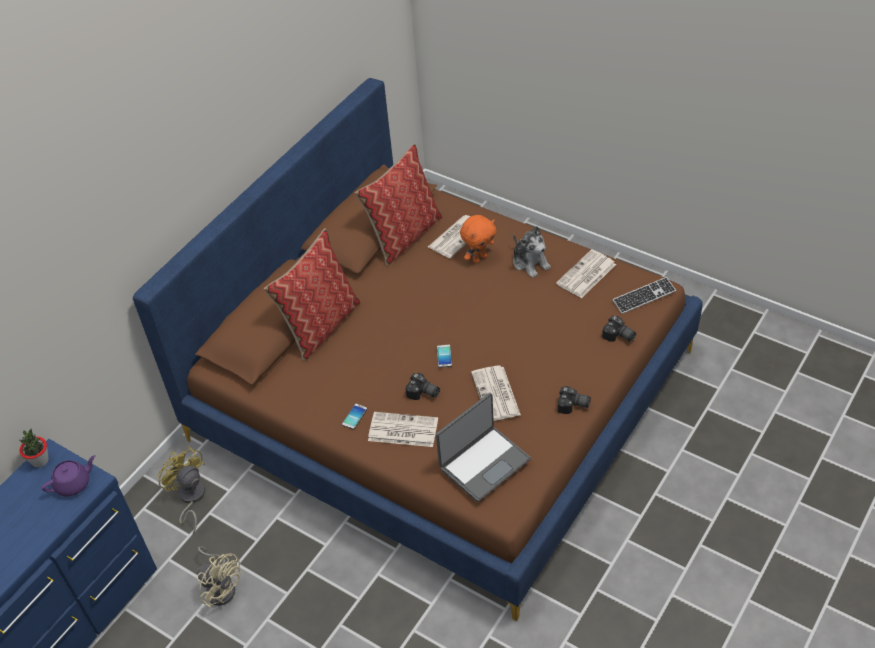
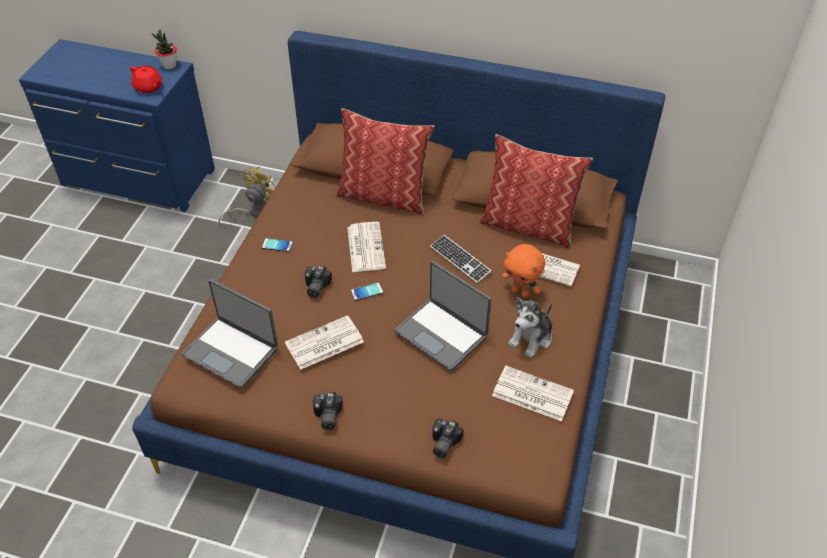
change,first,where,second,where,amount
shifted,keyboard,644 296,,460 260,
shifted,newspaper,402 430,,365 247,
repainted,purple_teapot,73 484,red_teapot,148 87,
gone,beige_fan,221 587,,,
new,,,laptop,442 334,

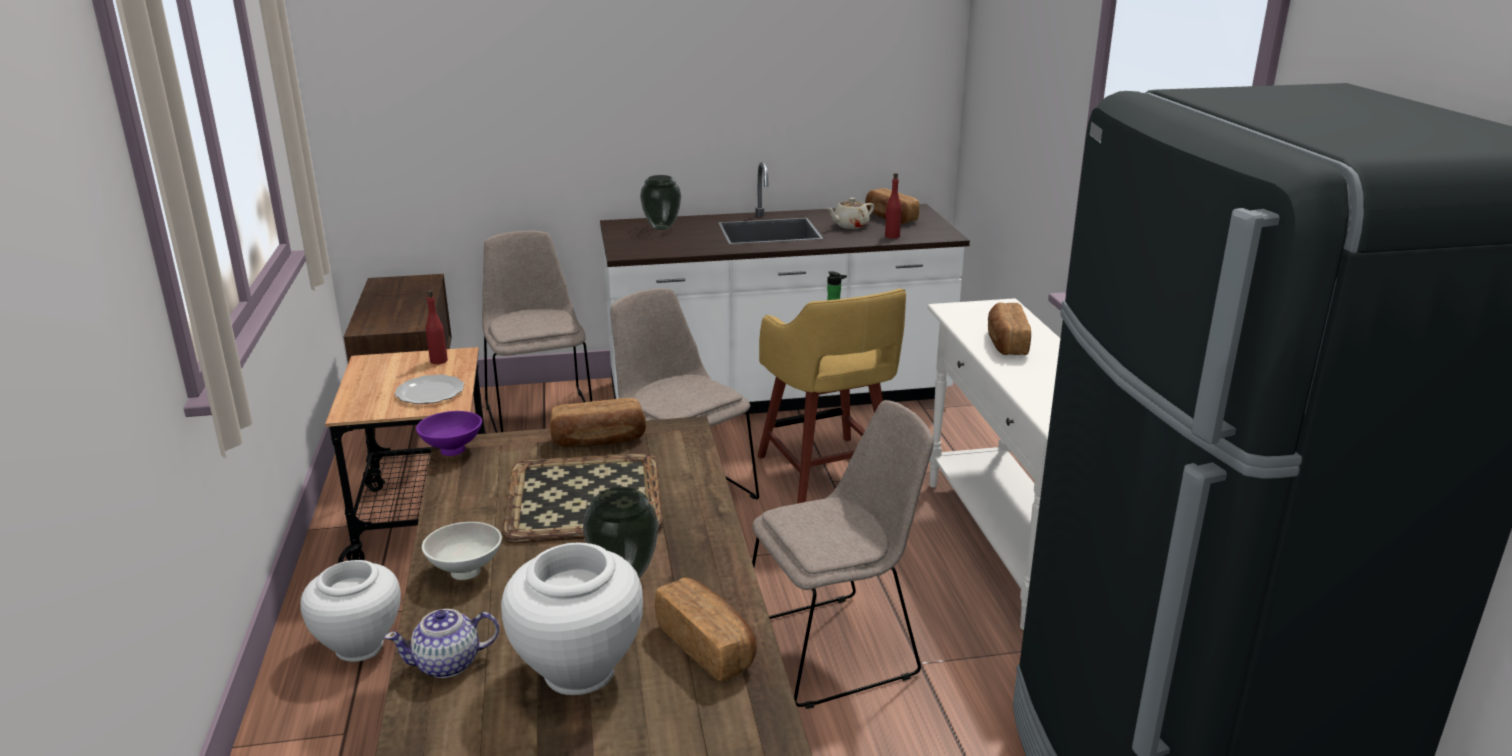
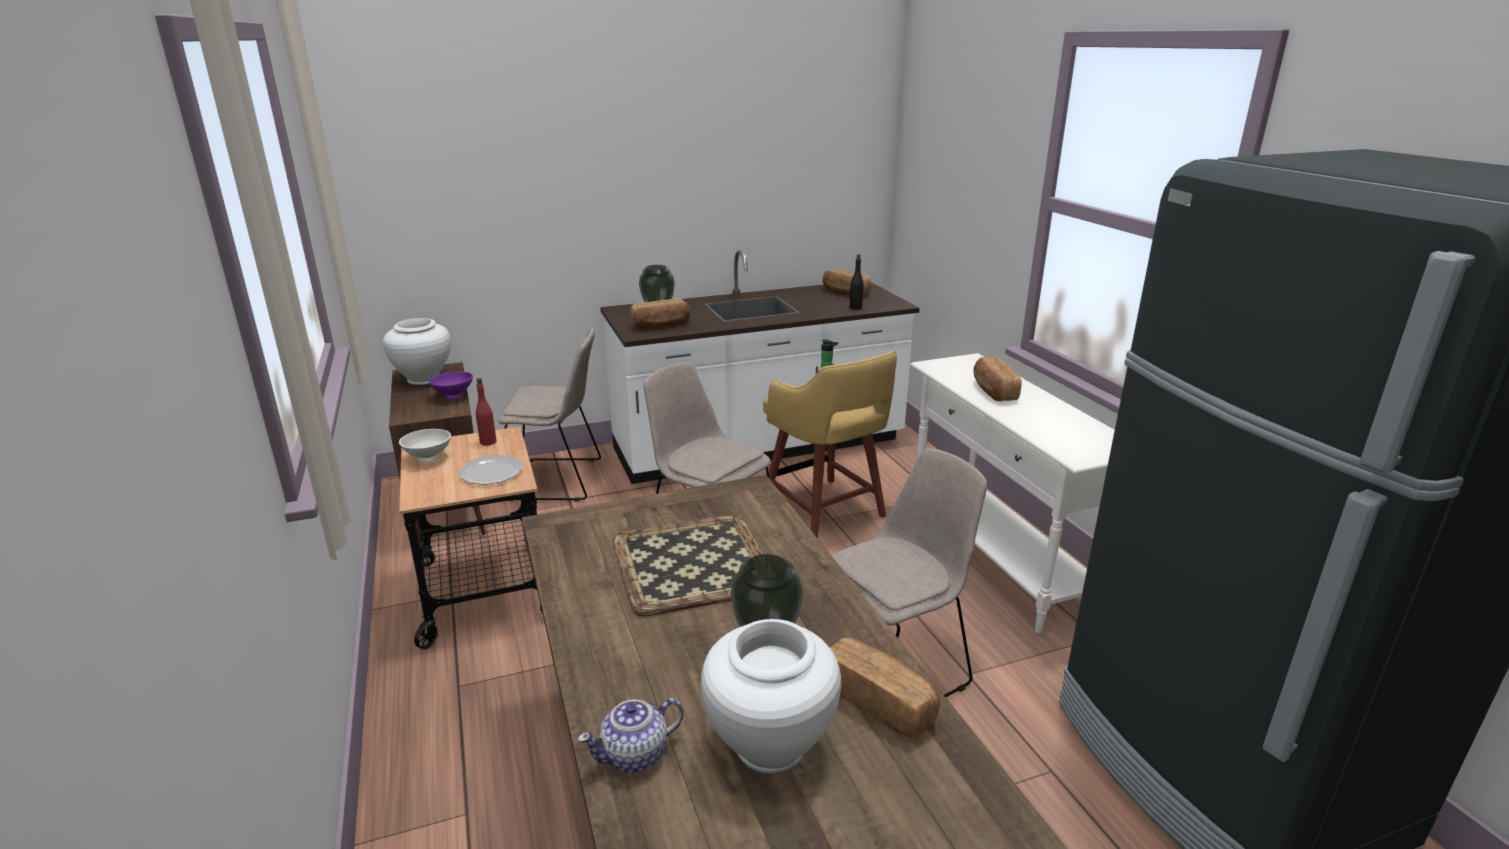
change,first,where,second,where,amount
repainted,red_bottle,892 236,black_bottle,855 307,
gone,beige_teapot,850 225,,,
rotated,beige_chair,540 413,,558 480,120 degrees clockwise
shifted,bread,599 440,,661 325,
shifted,purple_bowl,450 450,,452 396,
shifted,white_bowl,464 571,,427 458,
shifted,white_vase,359 646,,423 379,

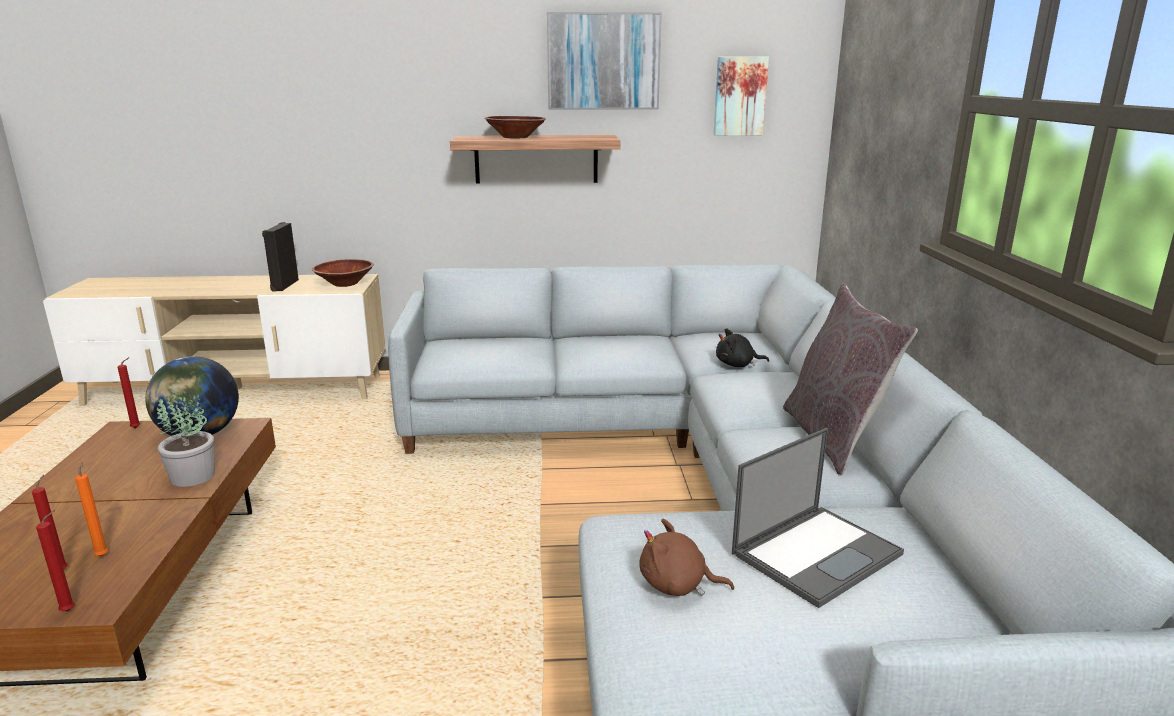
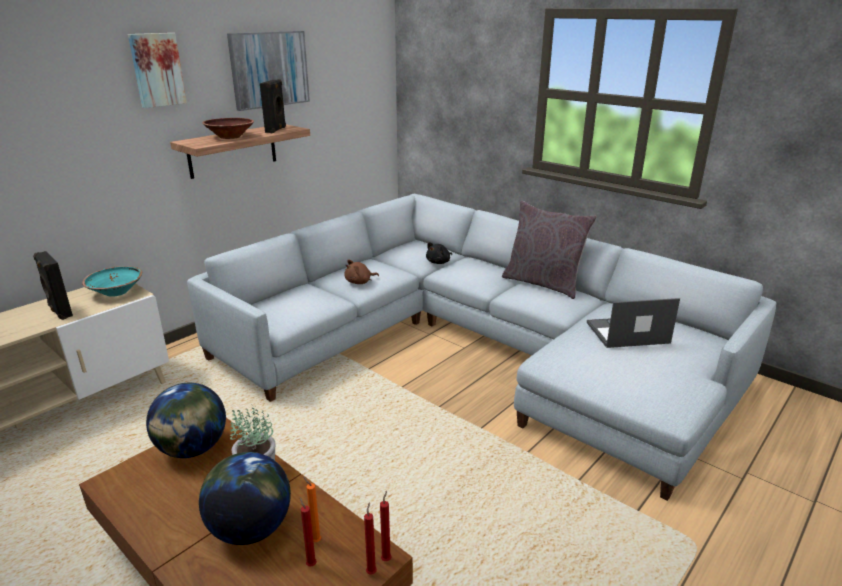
change,first,where,second,where,amount
shifted,picture,739 96,,157 70,
repainted,brown_bowl,345 284,turquoise_bowl,117 292,
shifted,red_candle,137 428,,387 558,
rotated,laptop,817 553,,626 333,105 degrees counterclockwise
shifted,brown_plush_toy,677 585,,360 282,
new,,,black_speaker,276 130,
new,,,globe,250 528,

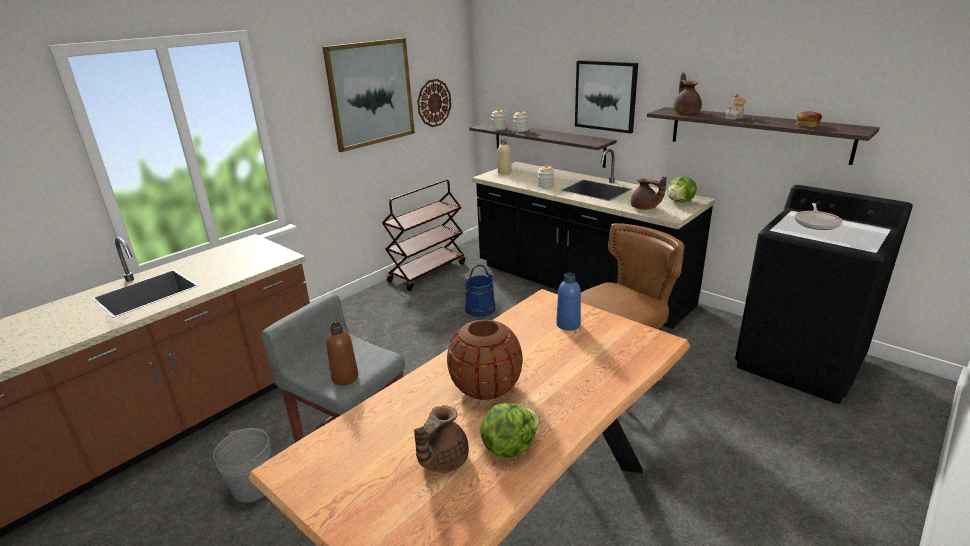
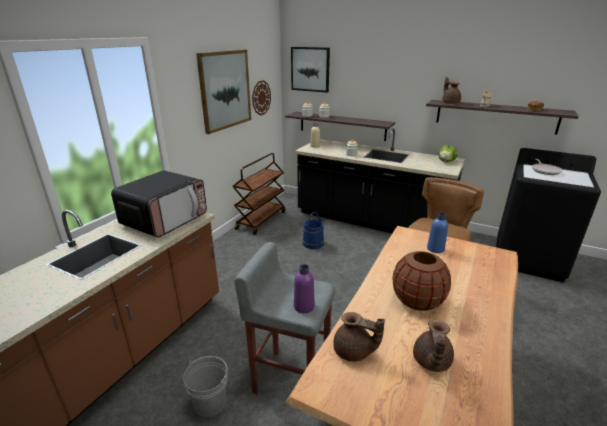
change,first,where,second,where,amount
shifted,picture,606 96,,310 69,
shifted,brown_teapot,645 208,,354 352,
repainted,brown_bottle,345 377,purple_bottle,304 306,
gone,lettuce,509 446,,,
new,,,microwave,165 220,

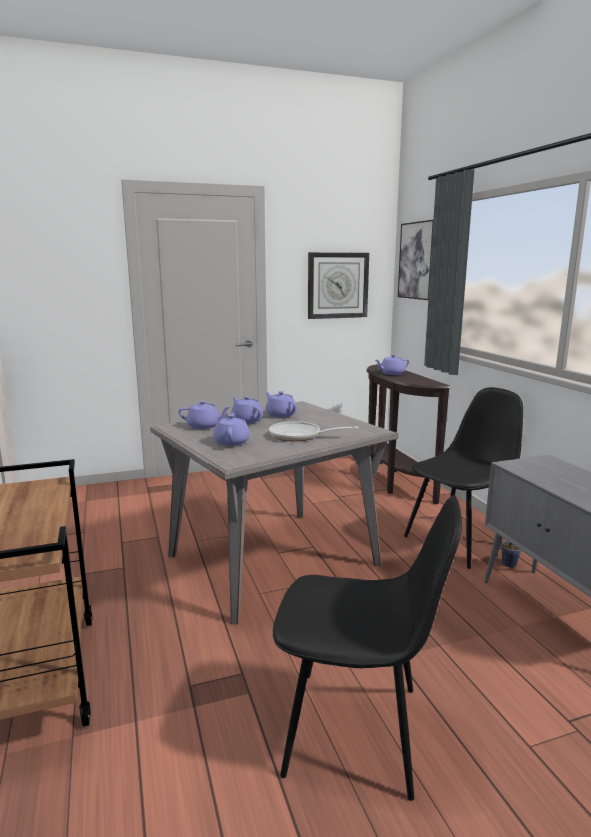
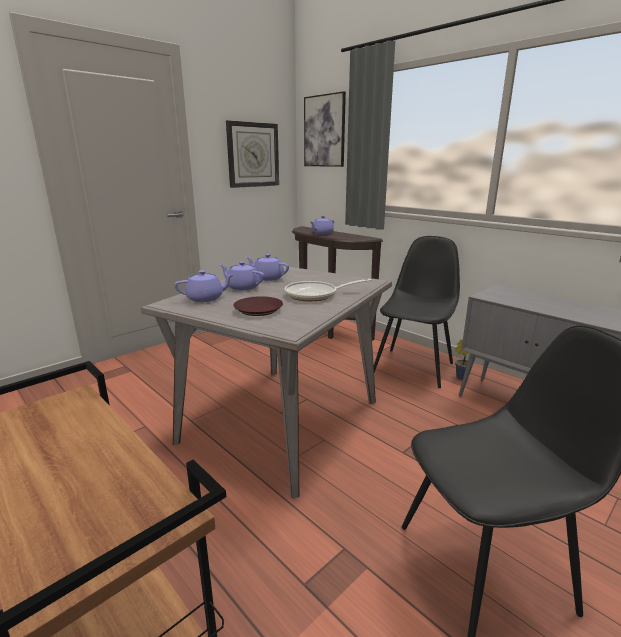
change,first,where,second,where,amount
swapped,purple_teapot,232 442,brown_plate,258 310,

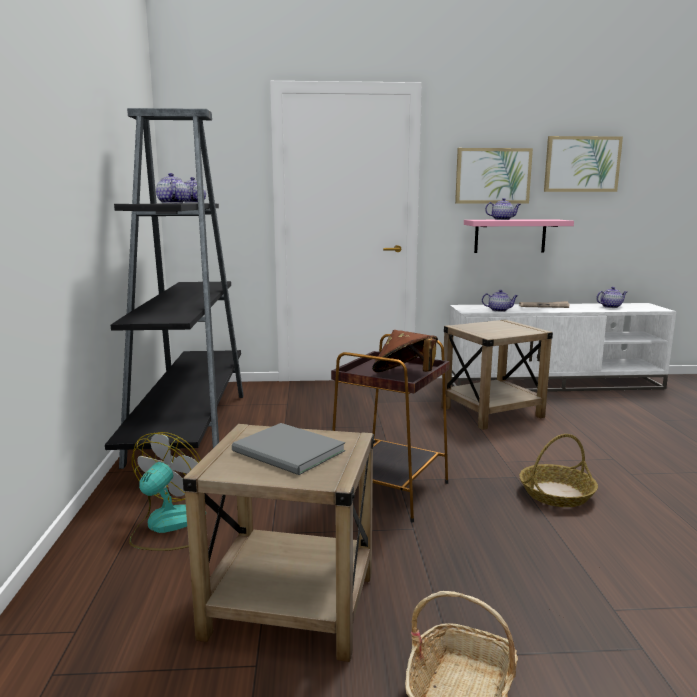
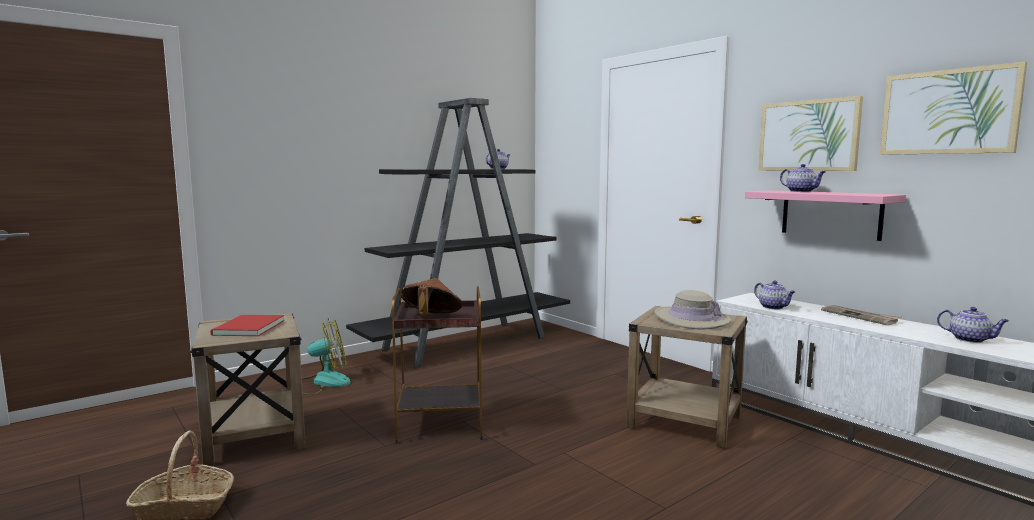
change,first,where,second,where,amount
gone,teapot,172 203,,,
repainted,grey_book,289 453,red_book,246 328,
gone,basket,556 494,,,
new,,,beige_hat,691 319,

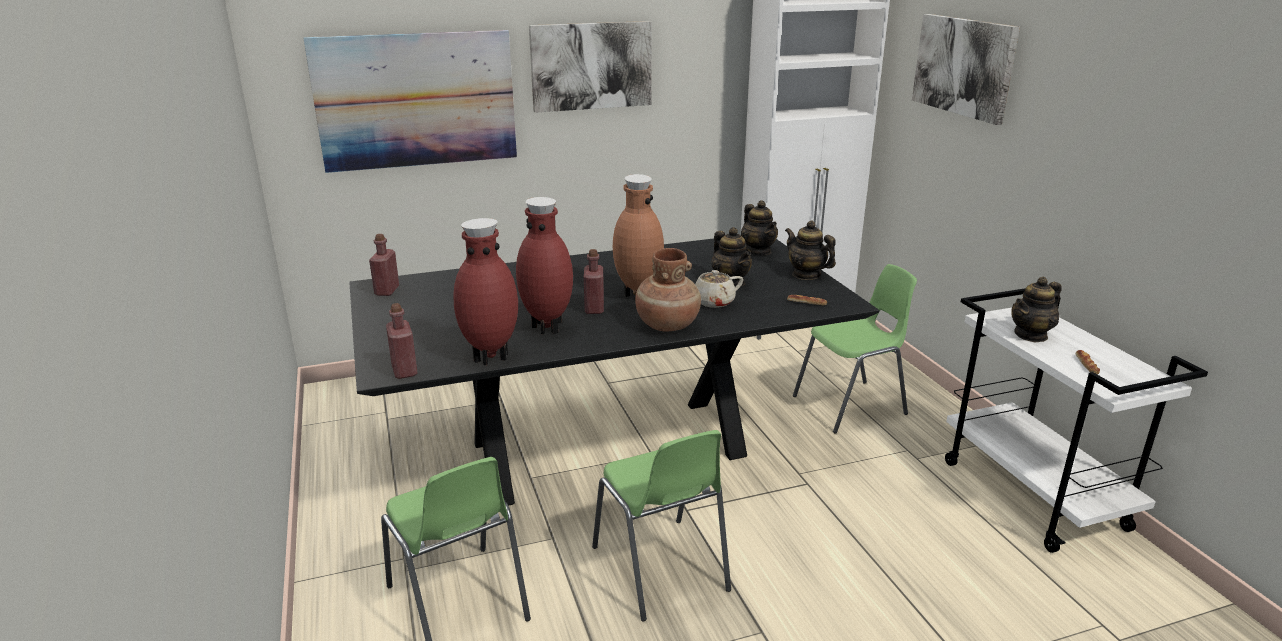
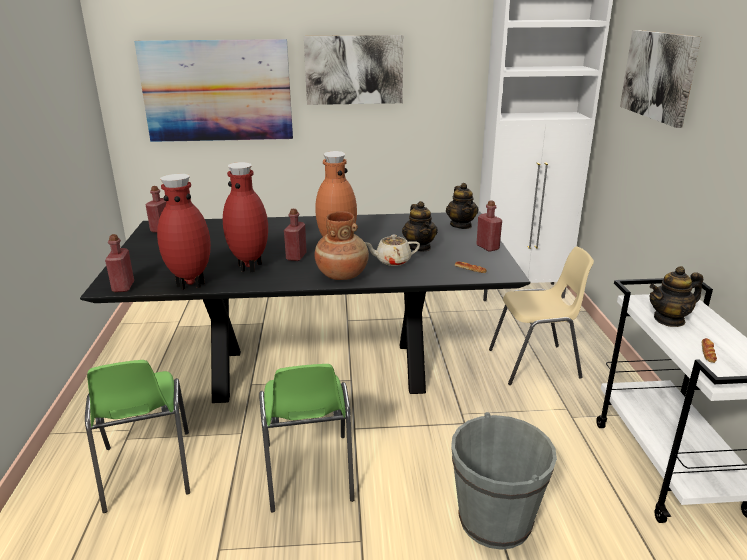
change,first,where,second,where,amount
swapped,teapot,806 275,red_bottle,487 247,
repainted,green_chair,851 406,beige_chair,535 364,
new,,,grey_bucket,495 520,

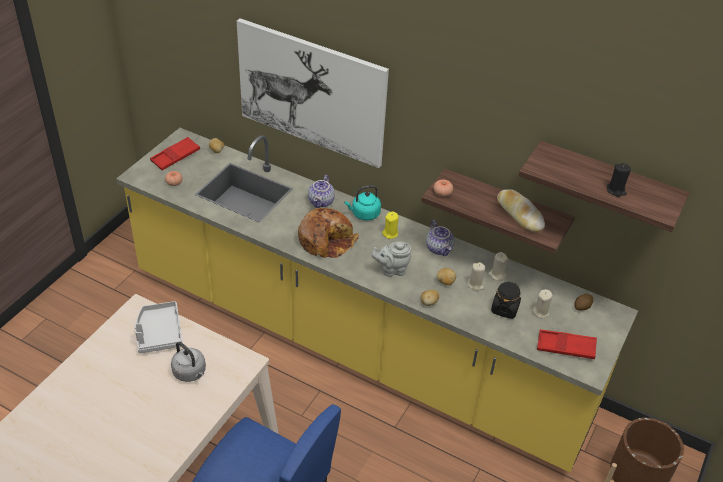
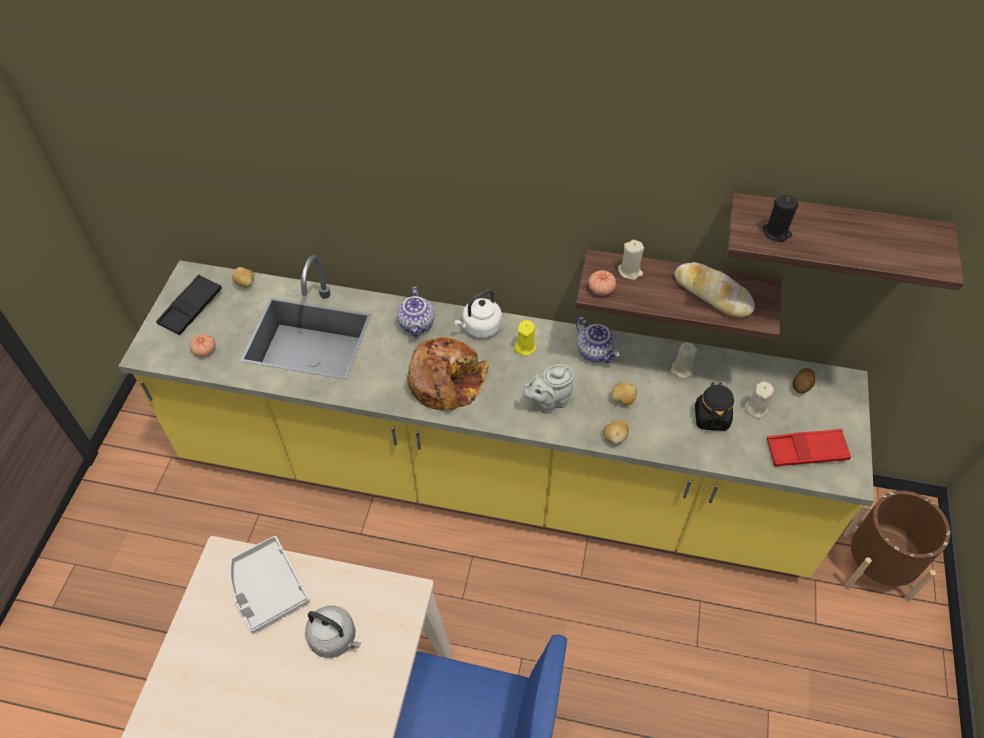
change,first,where,second,where,amount
gone,picture,311 92,,,
repainted,red_tray,175 157,black_tray,191 308,
shifted,black_candle,616 190,,776 232,
repainted,turquoise_kettle,364 214,white_kettle,480 327,
shifted,beige_candle,475 284,,630 271,

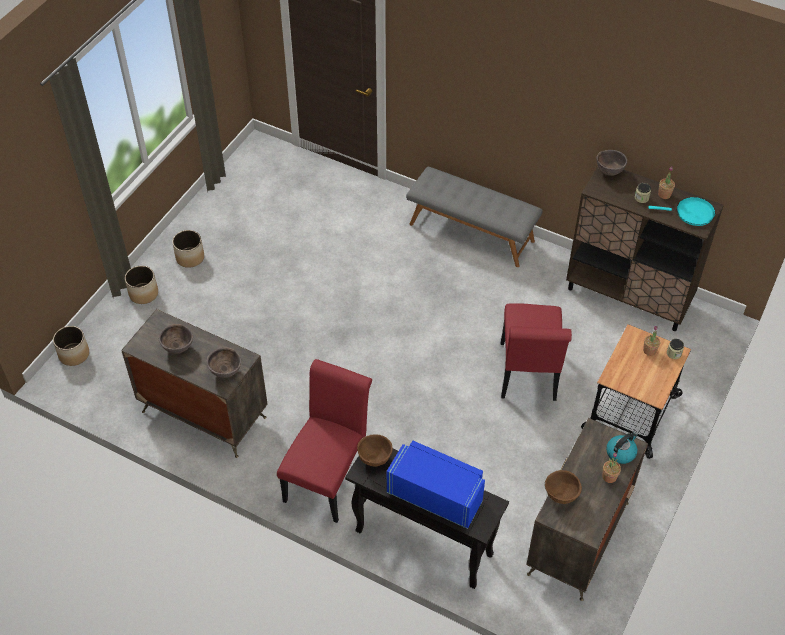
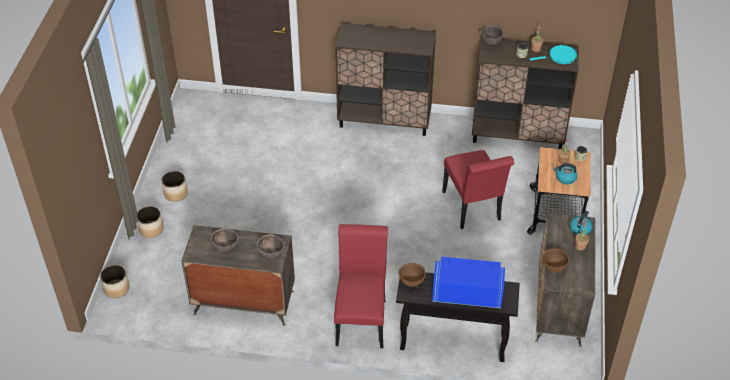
change,first,where,second,where,amount
swapped,grey_bench,472 232,brown_cabinet,384 121,
new,,,kettle,565 178,

